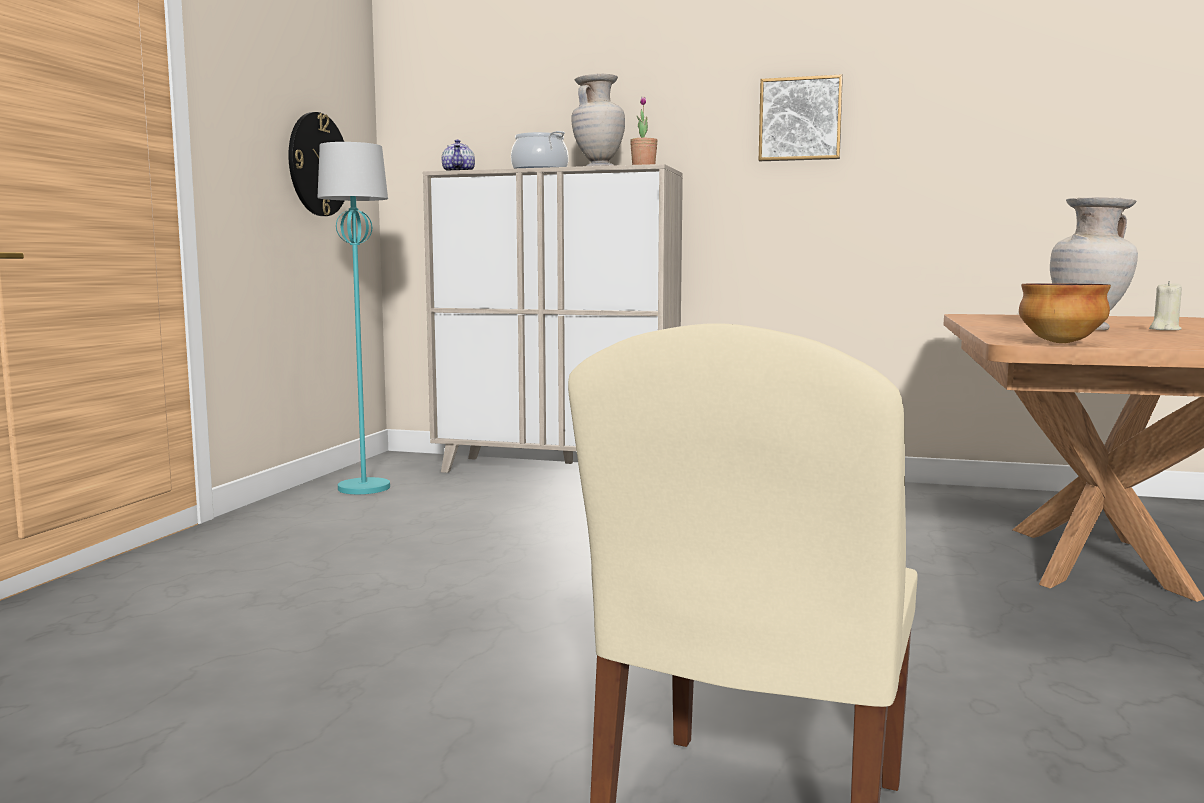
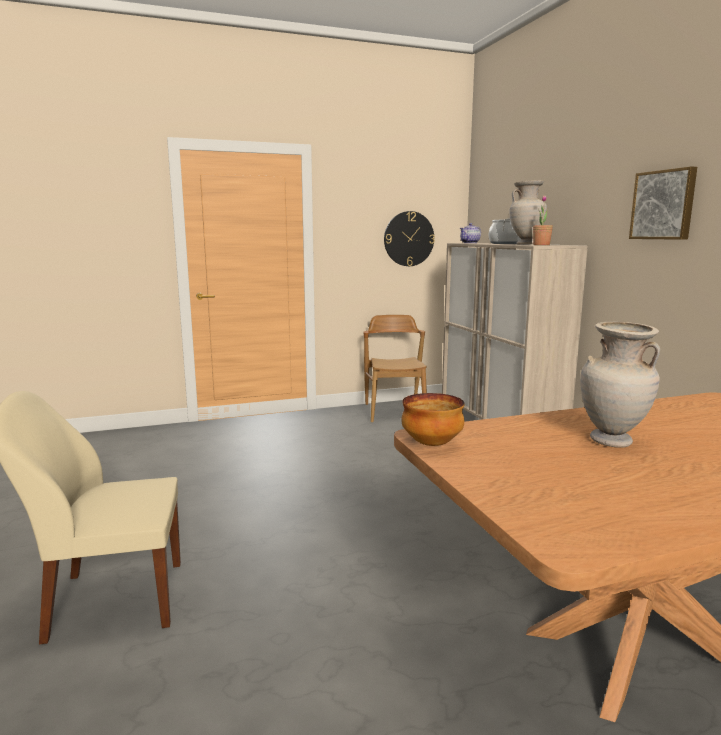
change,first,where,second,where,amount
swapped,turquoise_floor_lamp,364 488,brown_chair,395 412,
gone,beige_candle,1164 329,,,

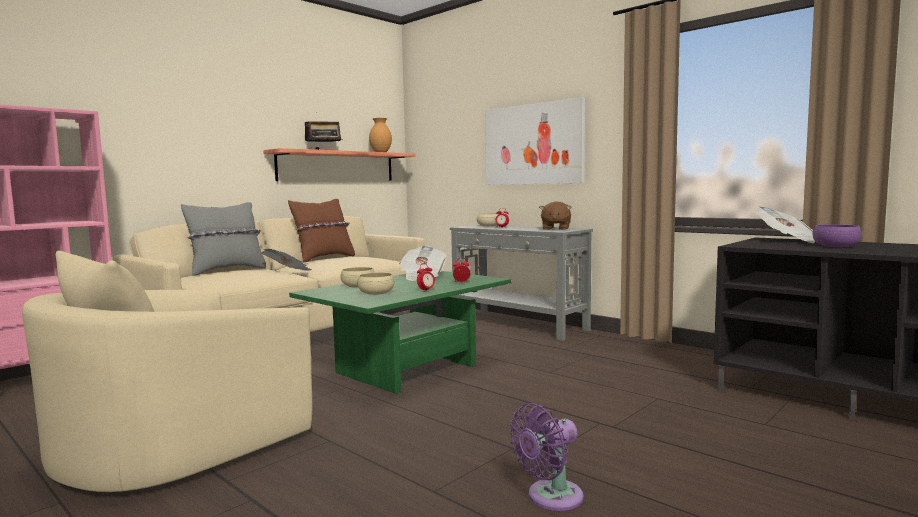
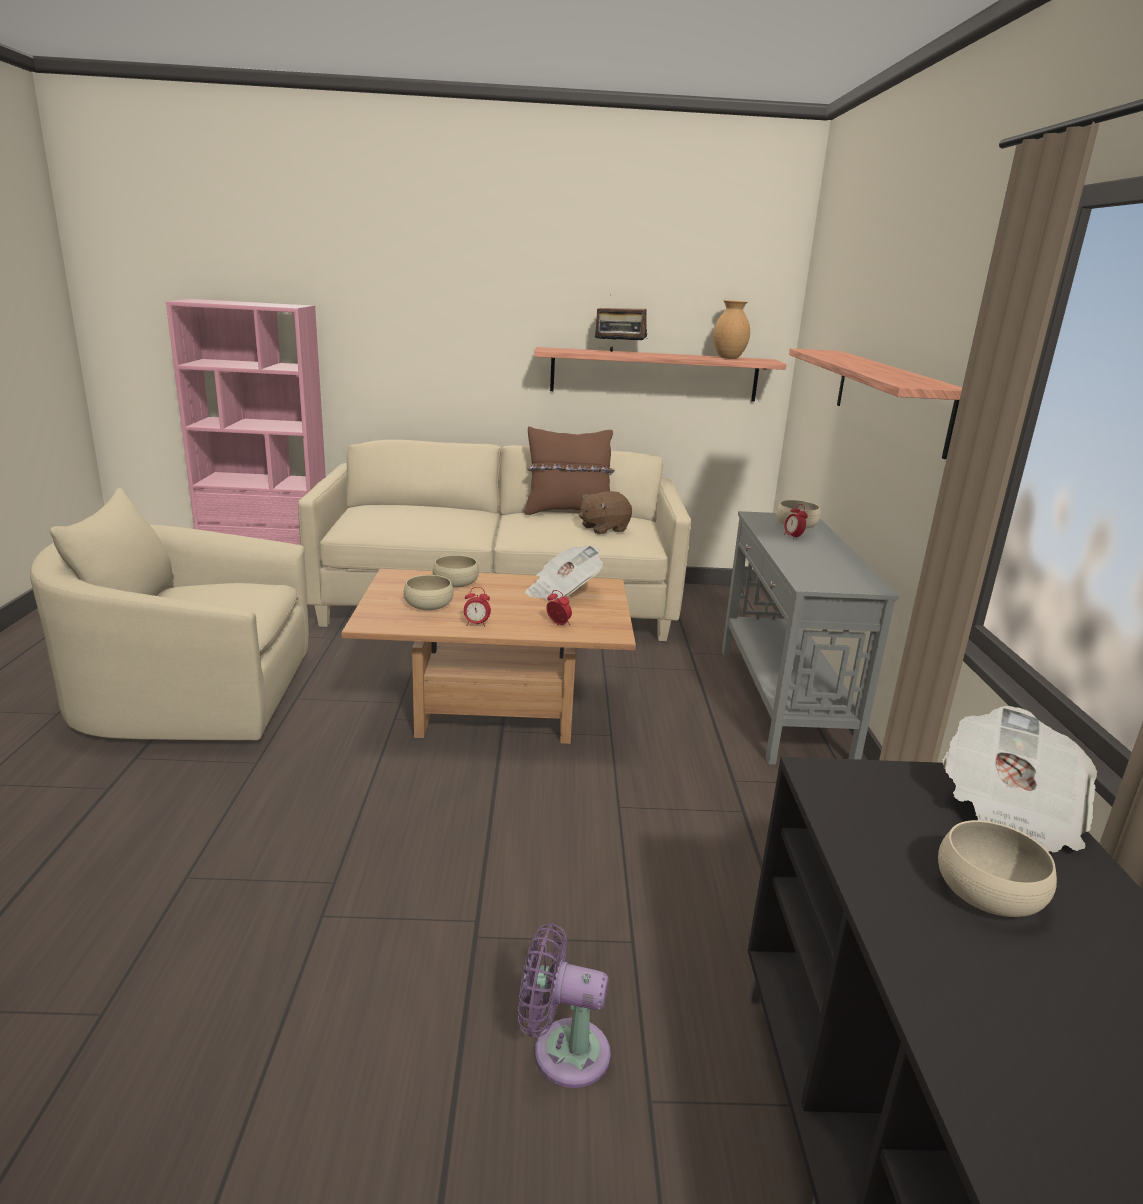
change,first,where,second,where,amount
swapped,picture,533 144,shelf,889 397,
shifted,brown_plush_toy,555 229,,603 528,
gone,grey_pillow,227 270,,,
repainted,purple_bowl,835 246,beige_bowl,987 892,
gone,newspaper,288 273,,,
repainted,green_coffee_table,408 370,brown_coffee_table,494 711,
shifted,purple_fan,550 498,,563 1050,

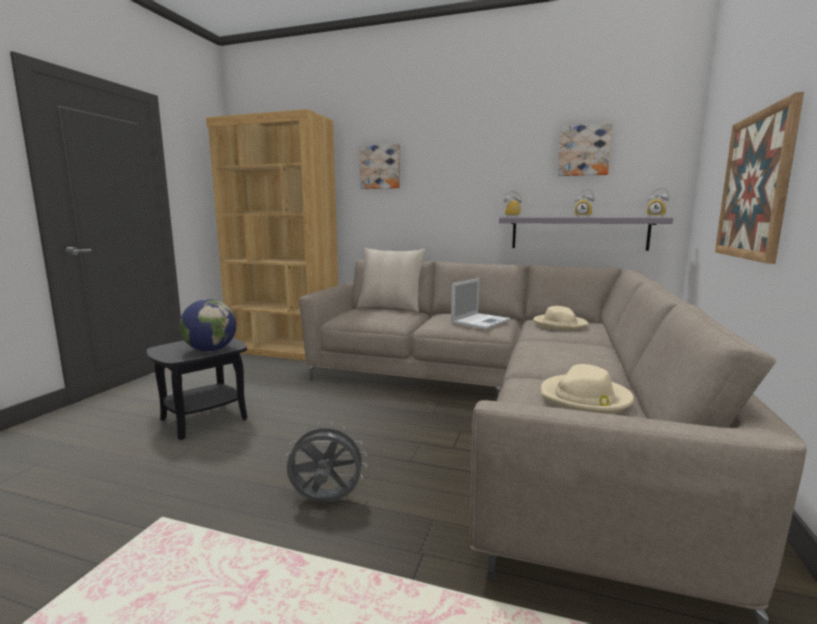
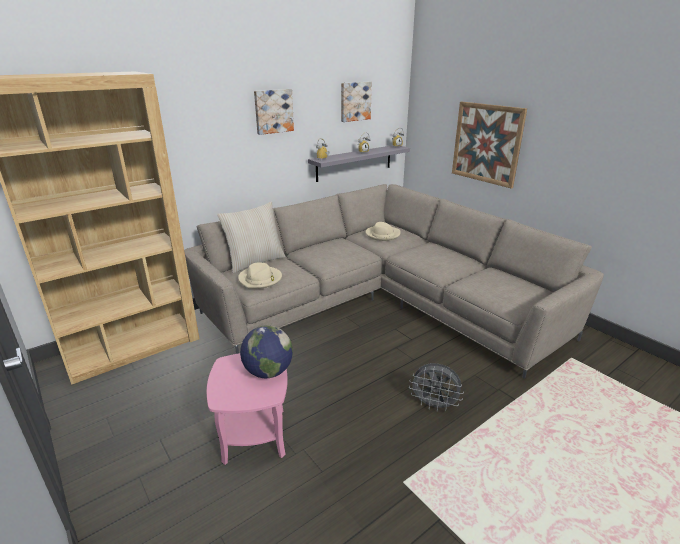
change,first,where,second,where,amount
shifted,picture,380 167,,273 111,
gone,laptop,481 321,,,
repainted,black_side_table,204 419,pink_side_table,254 435,
shifted,beige_hat,585 398,,260 279,
rotated,grey_fan,326 502,,434 405,105 degrees counterclockwise

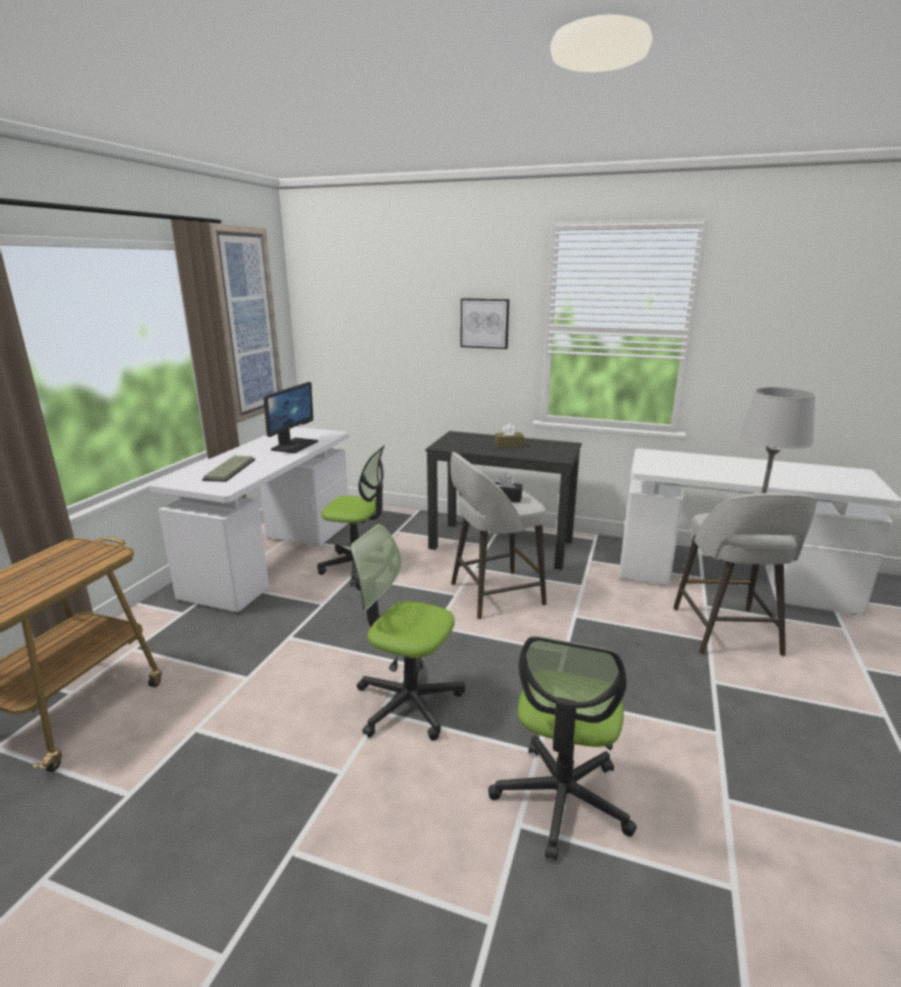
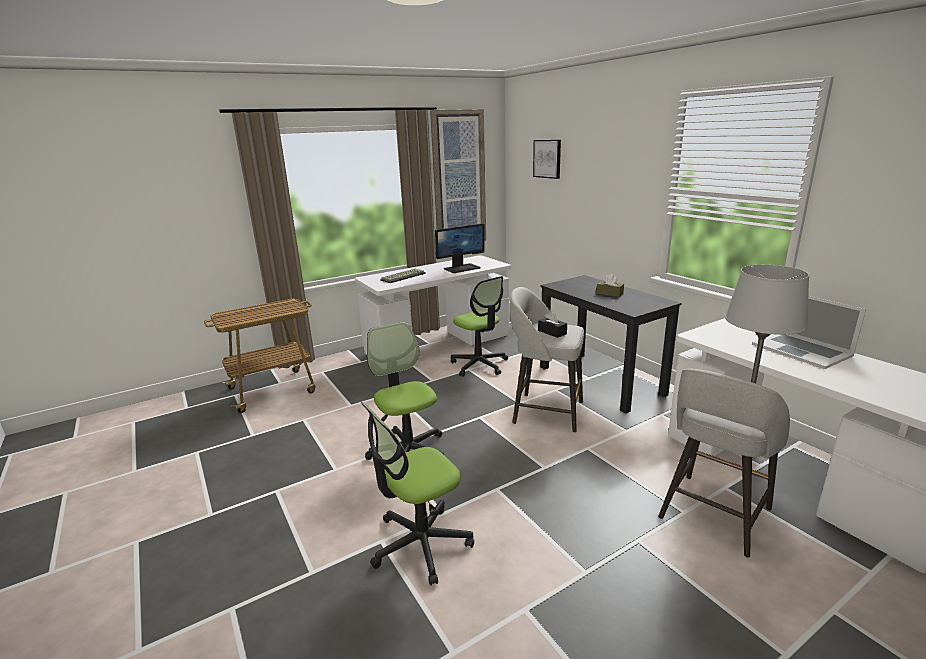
change,first,where,second,where,amount
shifted,picture,484 323,,547 158,
new,,,laptop,801 350,

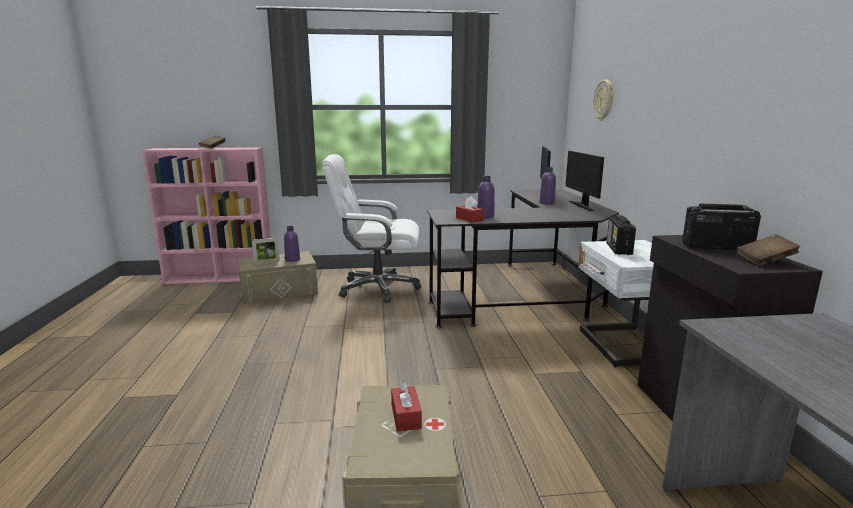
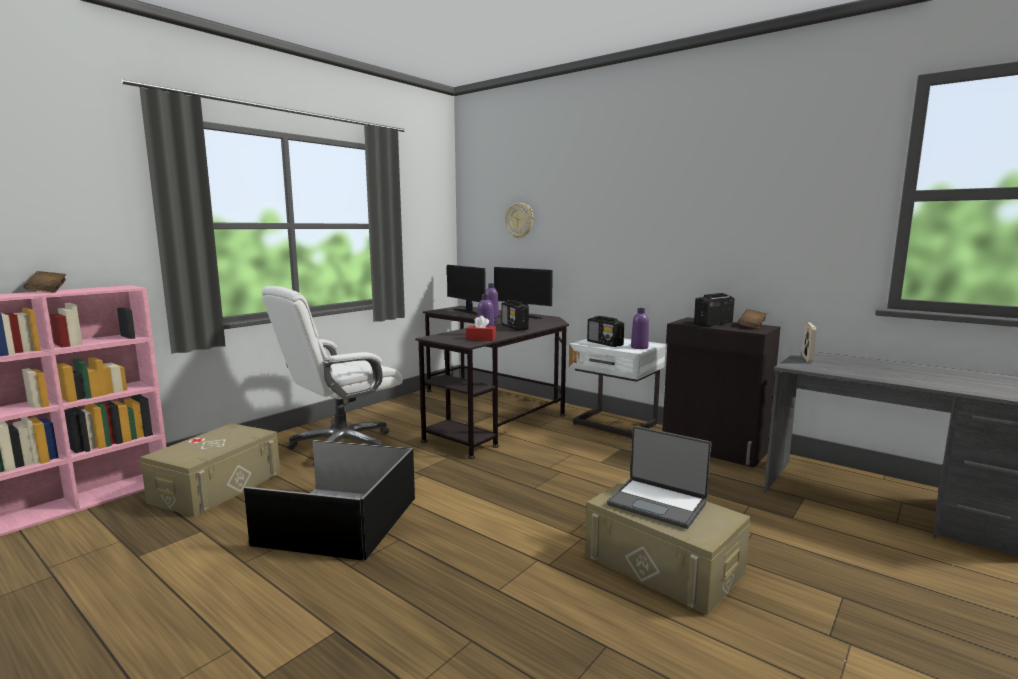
change,first,where,second,where,amount
shifted,purple_bottle,292 260,,639 347,
shifted,picture_frame,267 262,,807 359,
swapped,red_tissue_box,406 416,laptop,657 503,
new,,,radio,514 327,
new,,,black_storage_box,339 519,

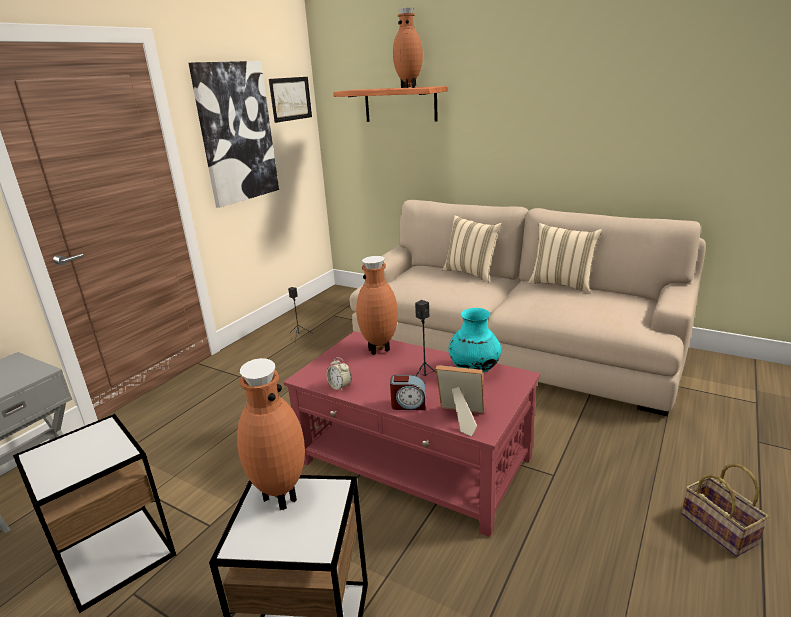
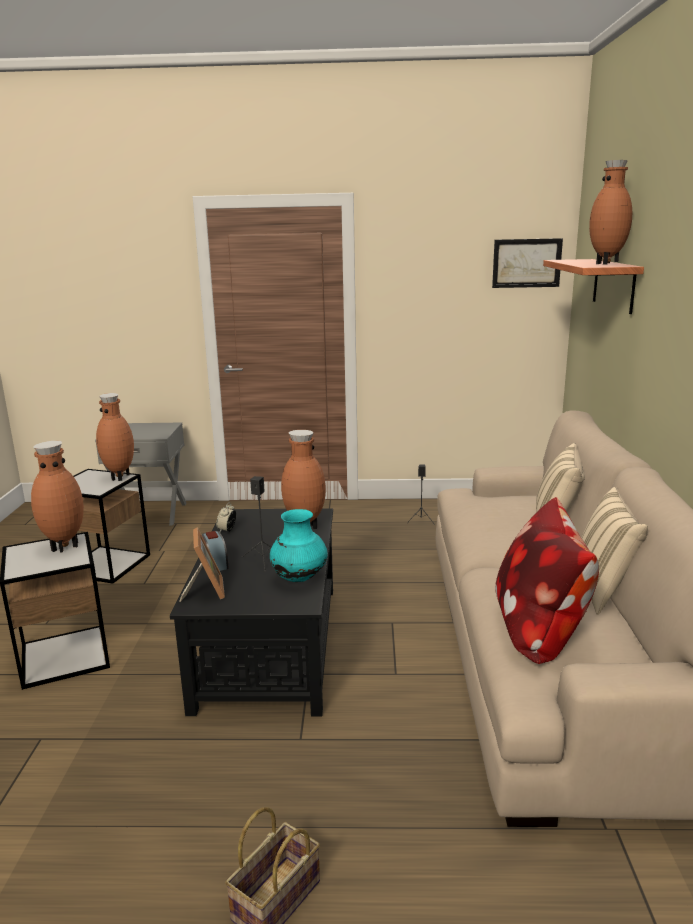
change,first,where,second,where,amount
gone,picture,236 133,,,
repainted,red_coffee_table,415 460,black_coffee_table,269 645,
new,,,brown_vase,120 477,
new,,,pillow,540 629,

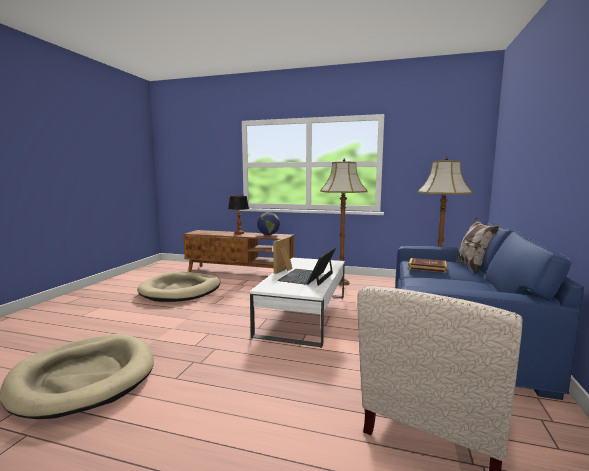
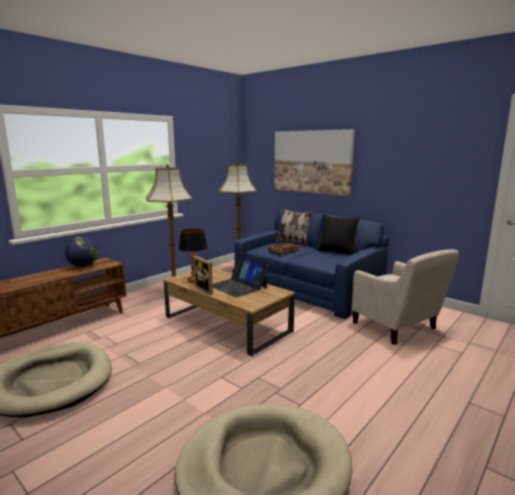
change,first,where,second,where,amount
shifted,table_lamp,239 233,,194 280,
repainted,white_coffee_table,304 314,brown_coffee_table,227 324,
new,,,picture,312 161,
new,,,black_pillow,337 252,

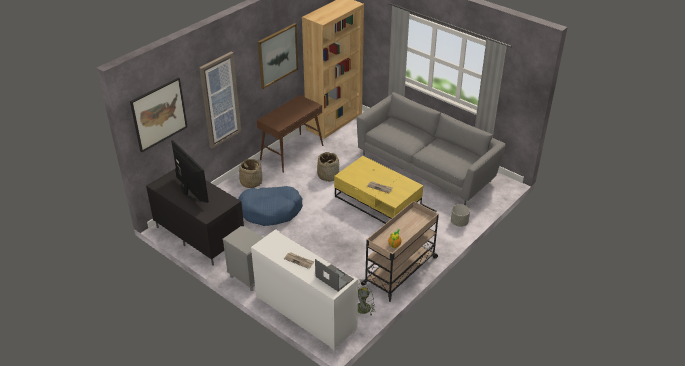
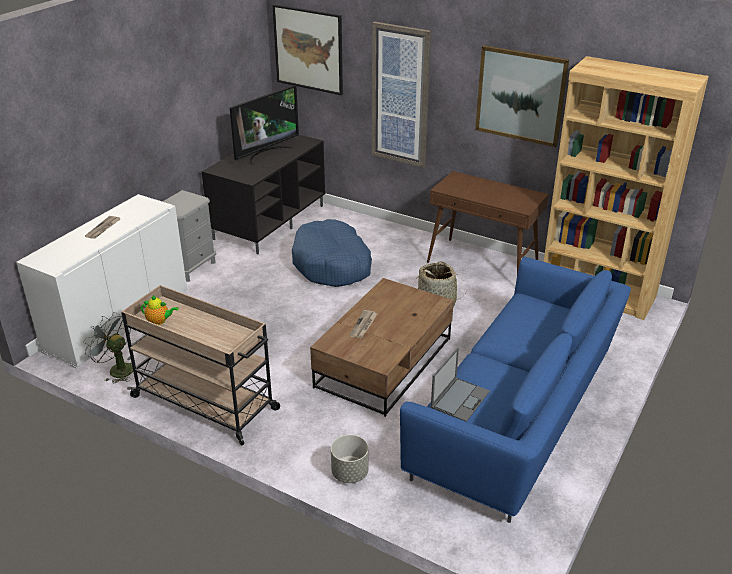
change,first,where,second,where,amount
repainted,grey_sofa,426 166,blue_sofa,517 416,
repainted,yellow_coffee_table,378 202,brown_coffee_table,384 363,
gone,basket,251 182,,,
shifted,laptop,333 277,,460 399,

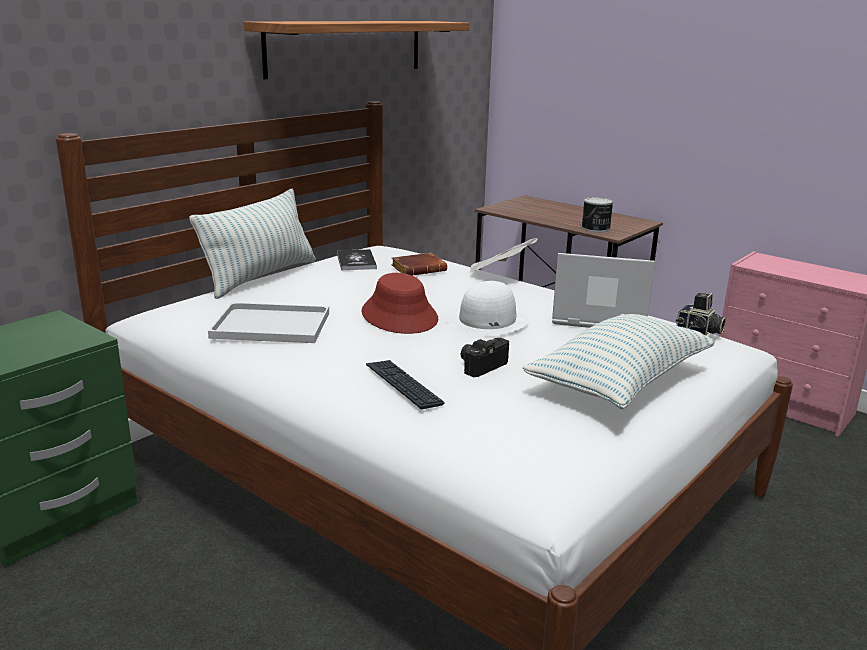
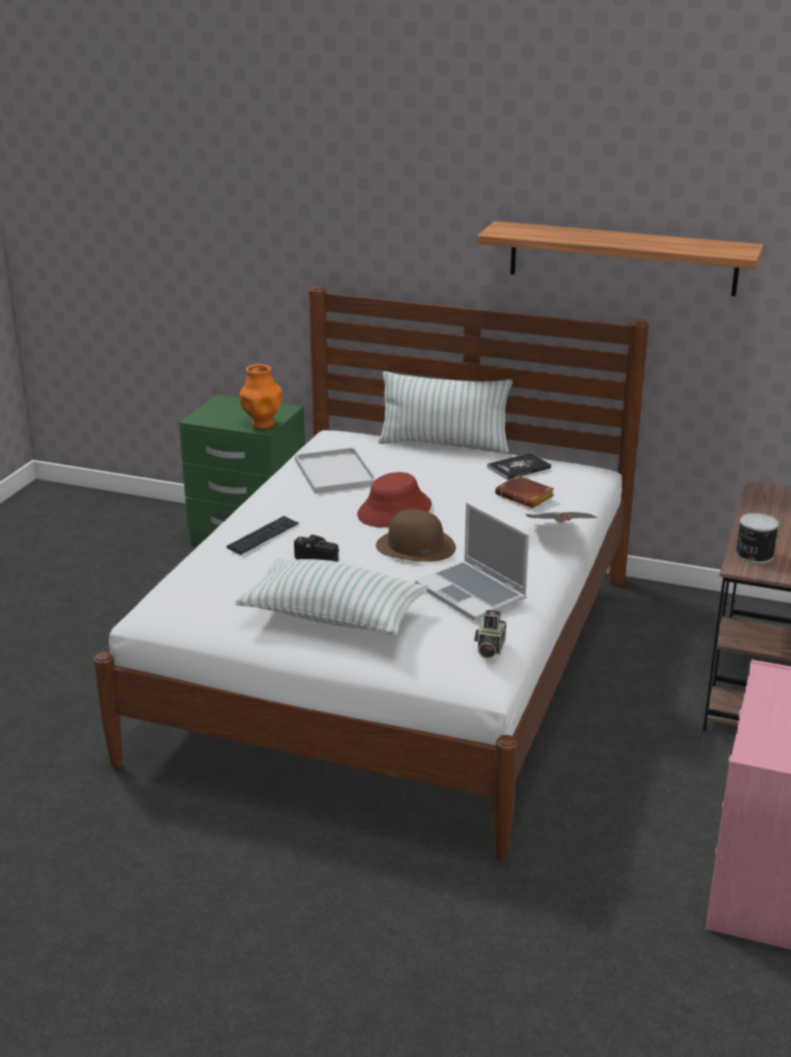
change,first,where,second,where,amount
rotated,laptop,597 317,,472 593,150 degrees clockwise
repainted,white_hat,487 321,brown_hat,415 546,
new,,,orange_vase,262 424,

